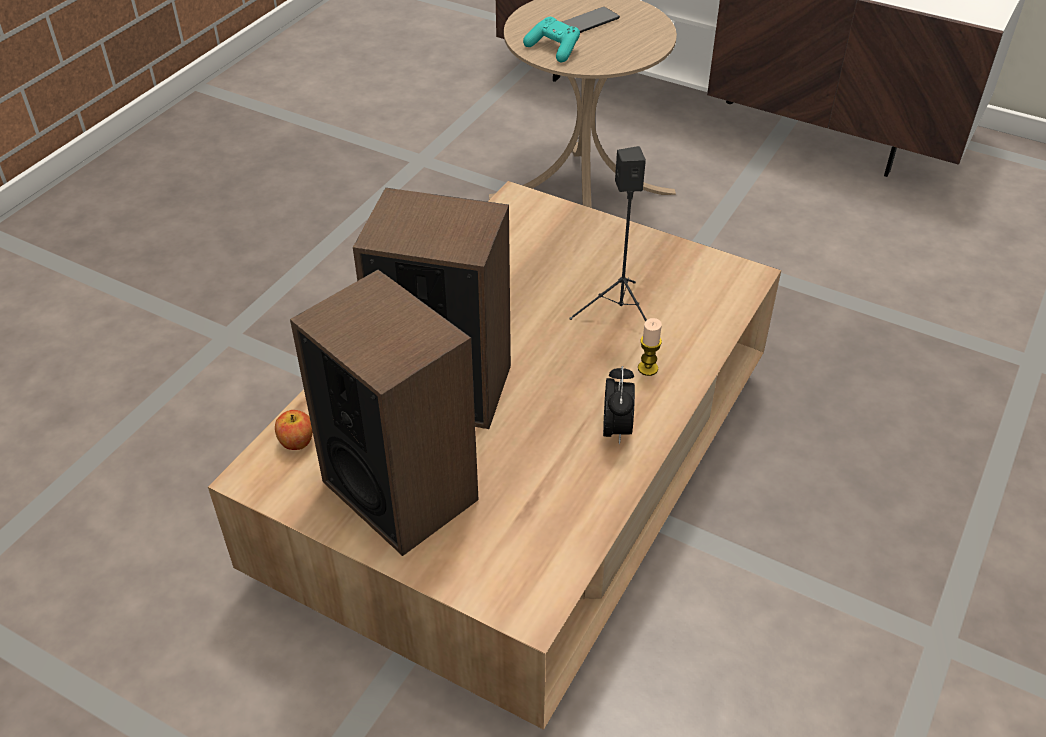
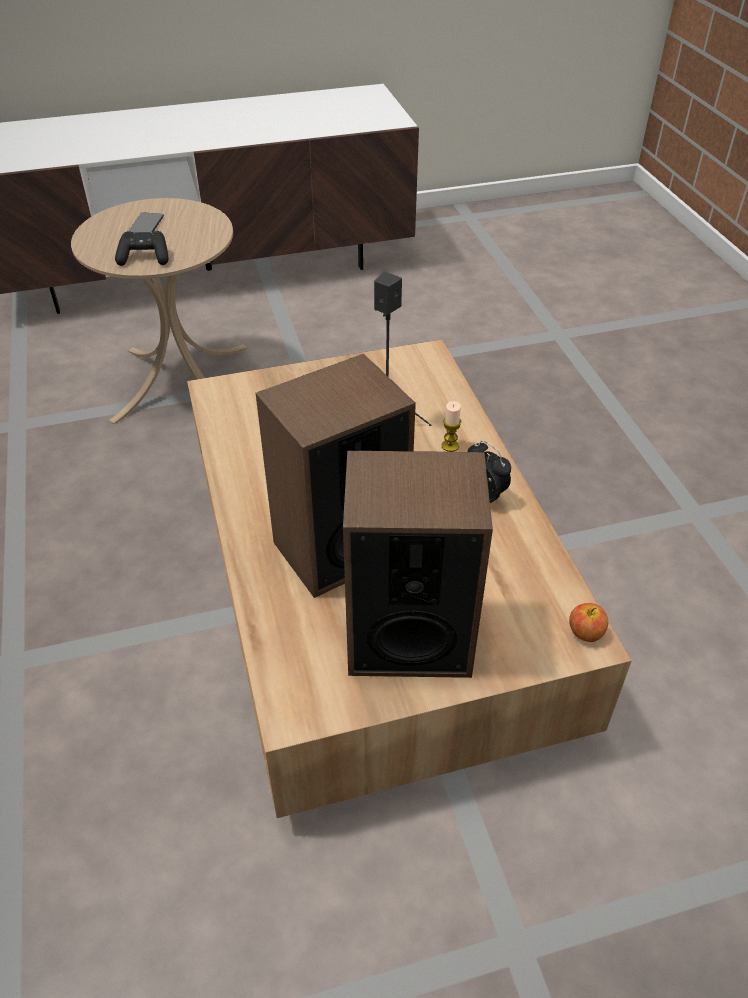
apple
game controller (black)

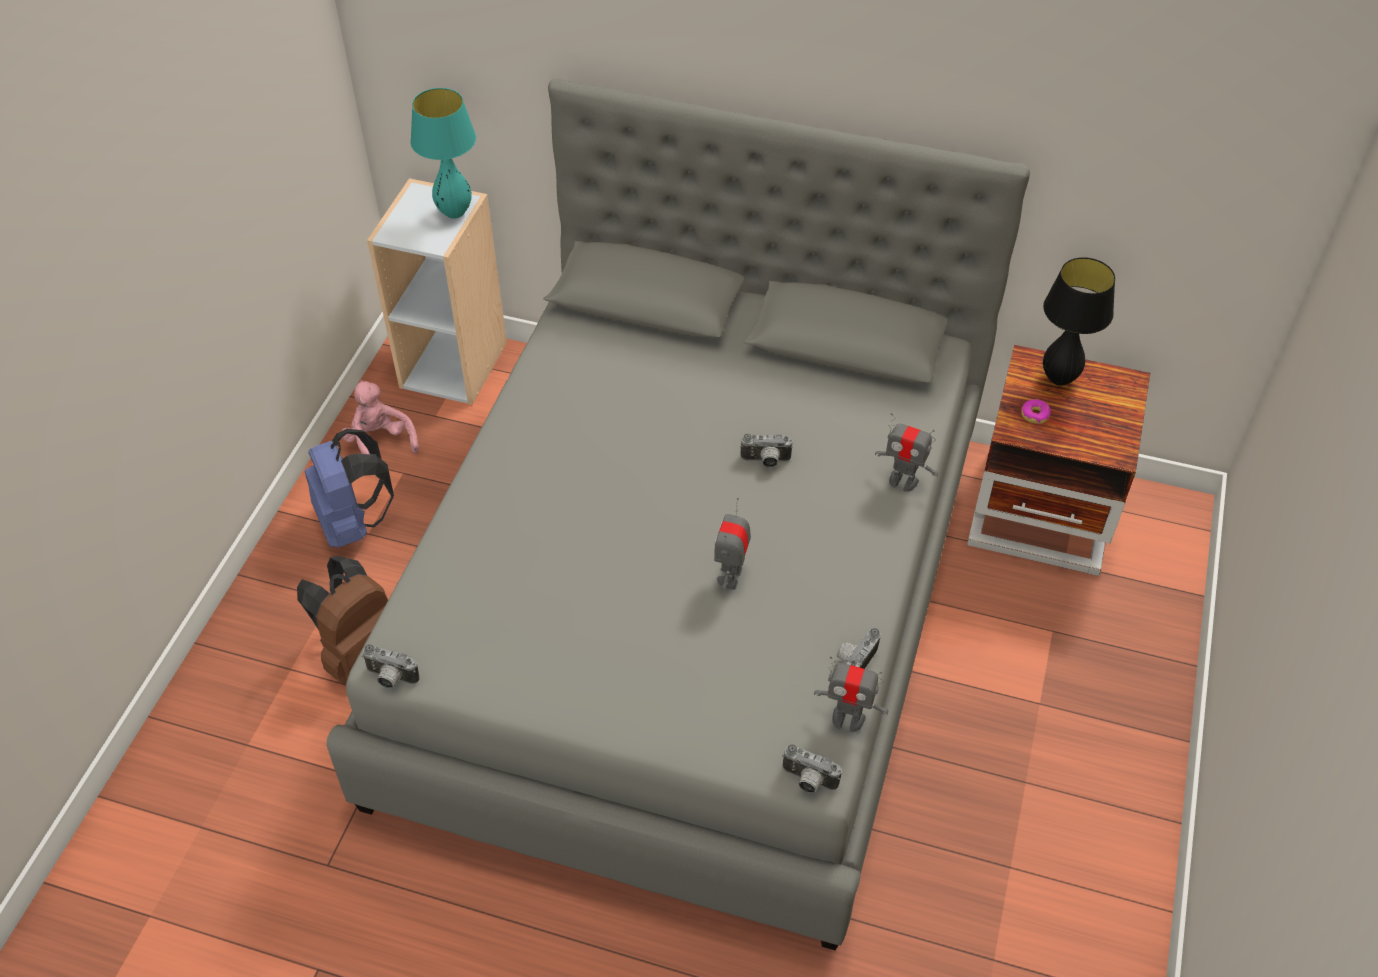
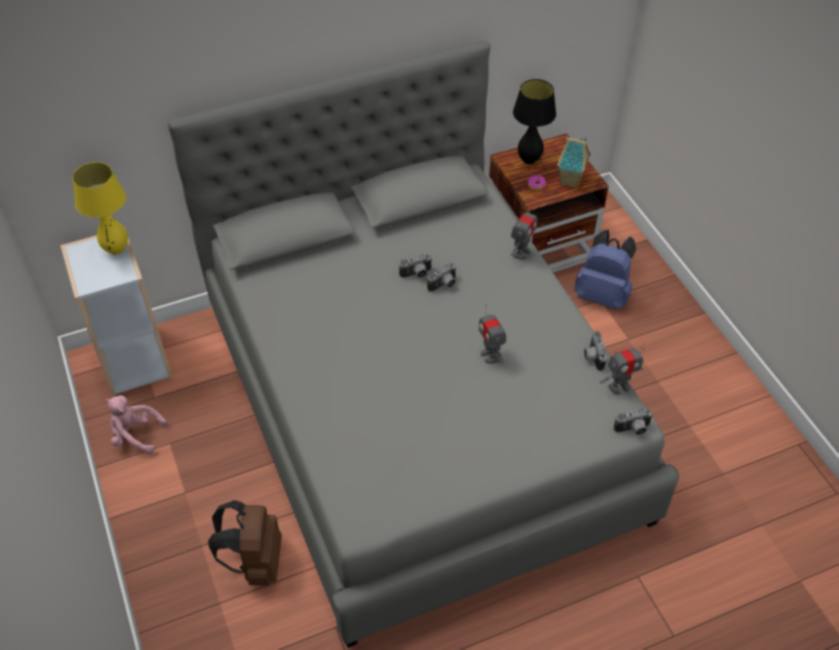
backpack (blue)
photo camera (no. 1 from left)
table lamp (yellow)
toy robot (no. 2 from left)
toy house

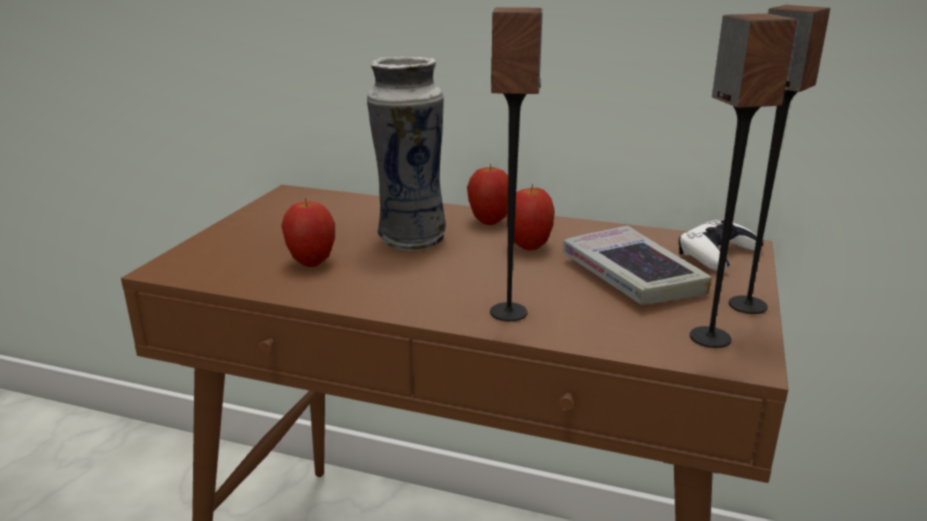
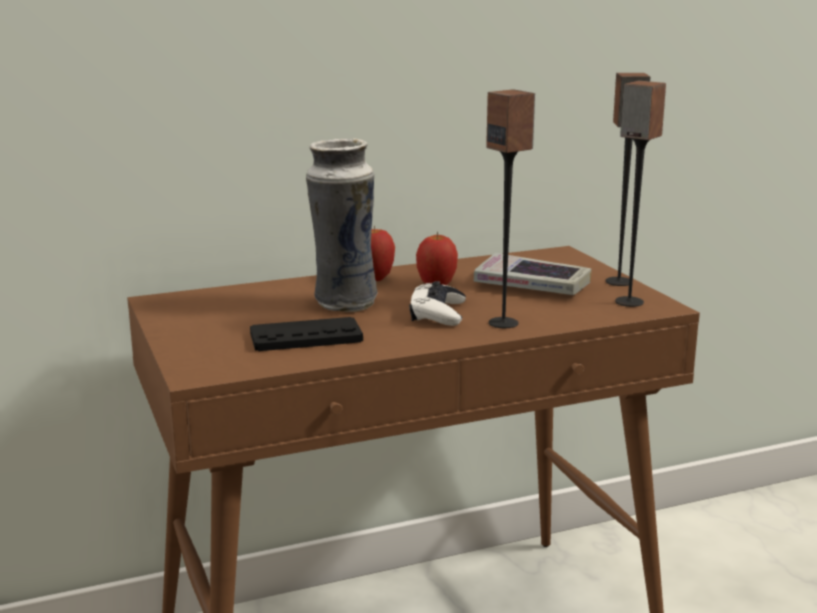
game controller (black)
game controller (white)

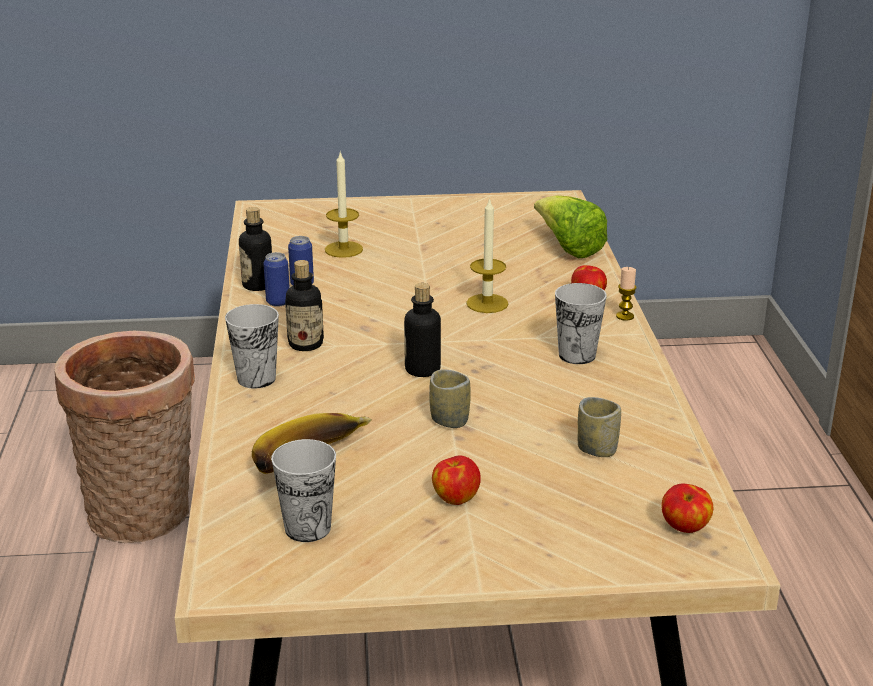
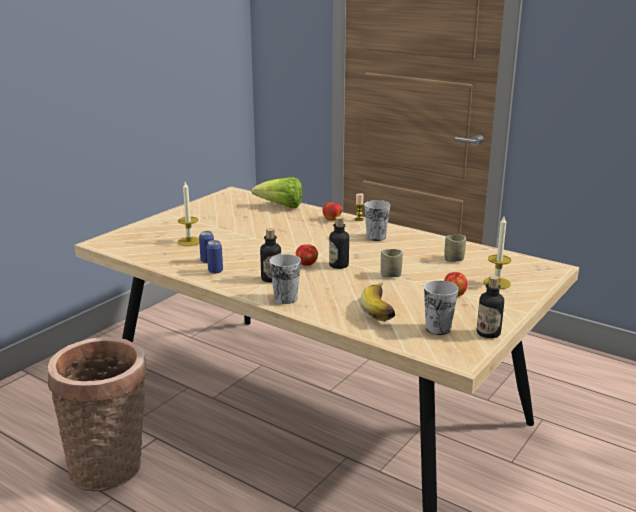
bottle (no. 3 from left)
candle (no. 3 from left)
apple (no. 1 from left)

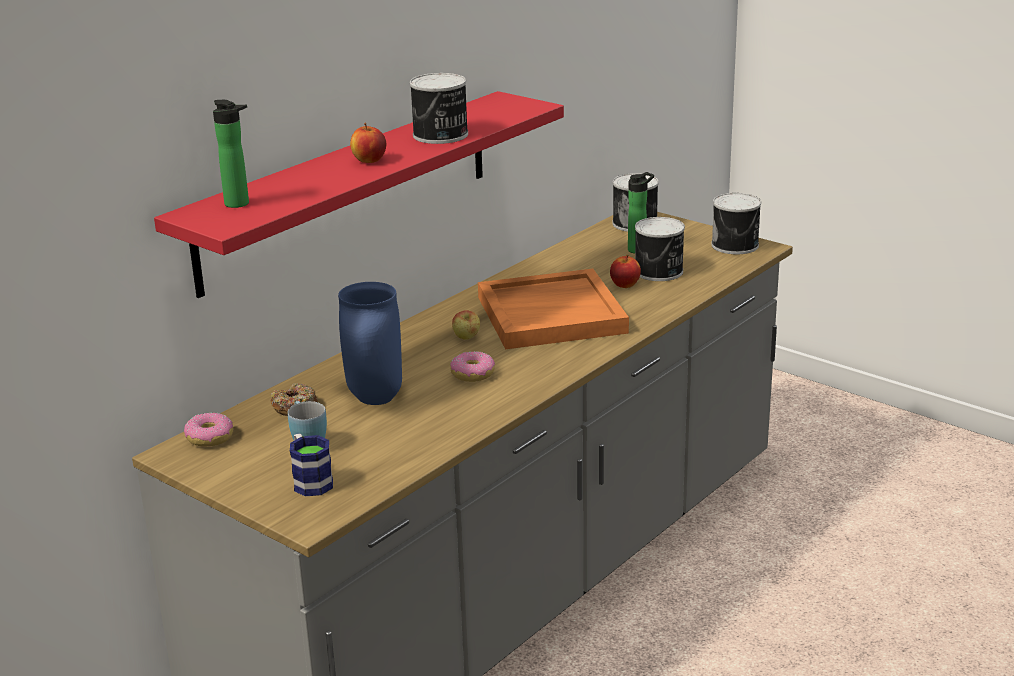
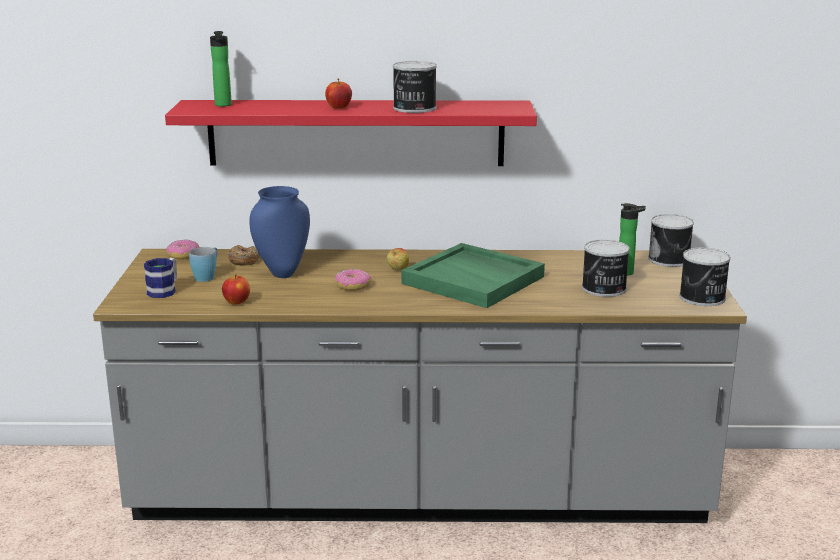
tray (green)
apple (no. 1 from left)

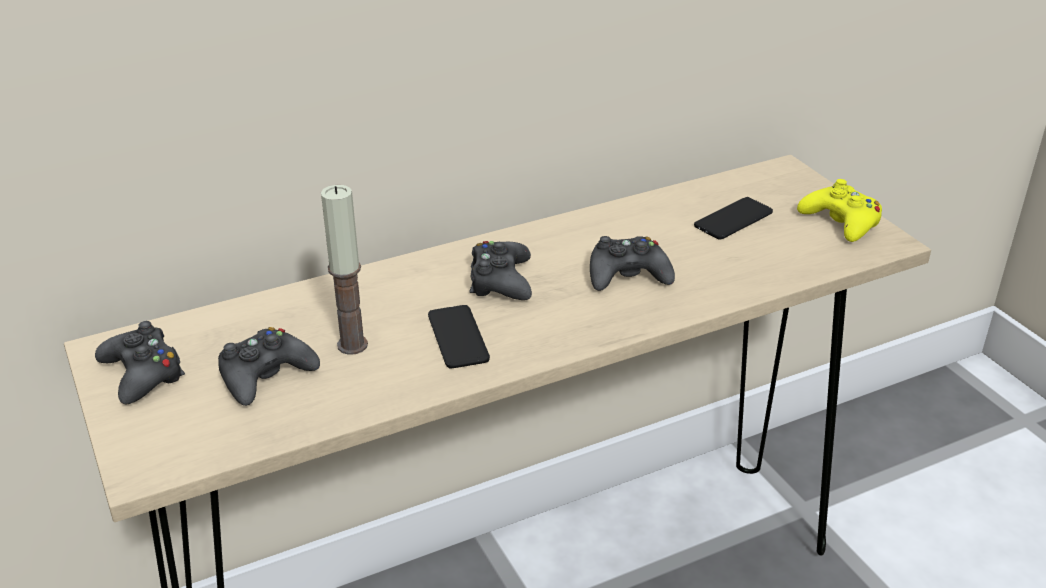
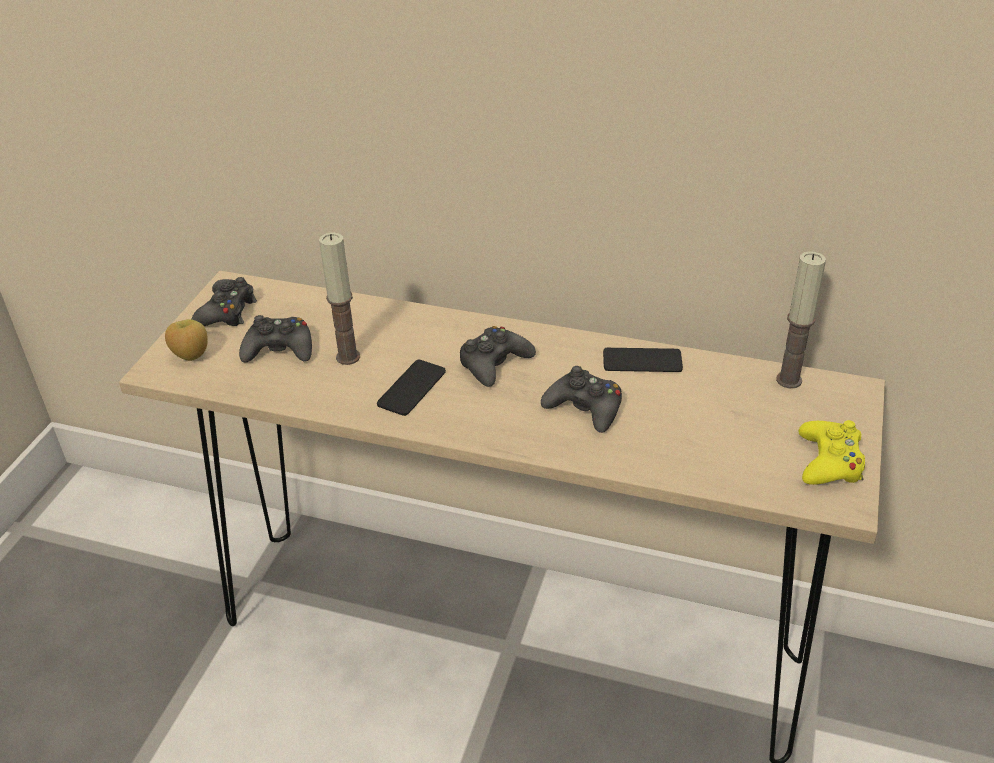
phone (no. 2 from left)
apple
candle (no. 2 from left)

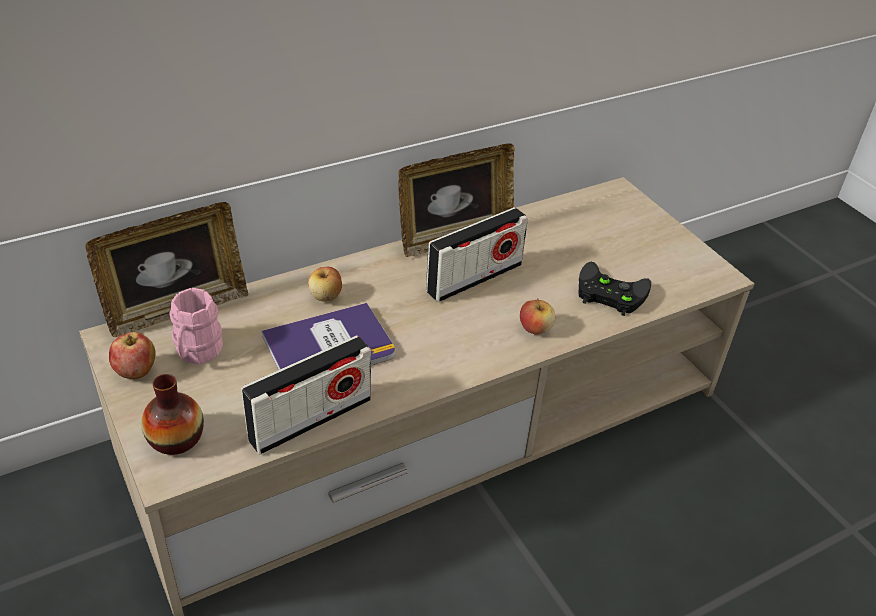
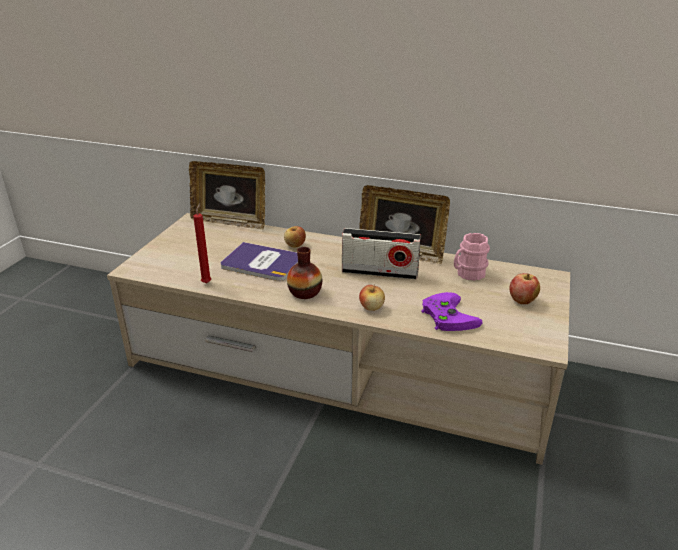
apple (no. 3 from left)
vase
mug (pink)
candle (red)
game controller (purple)

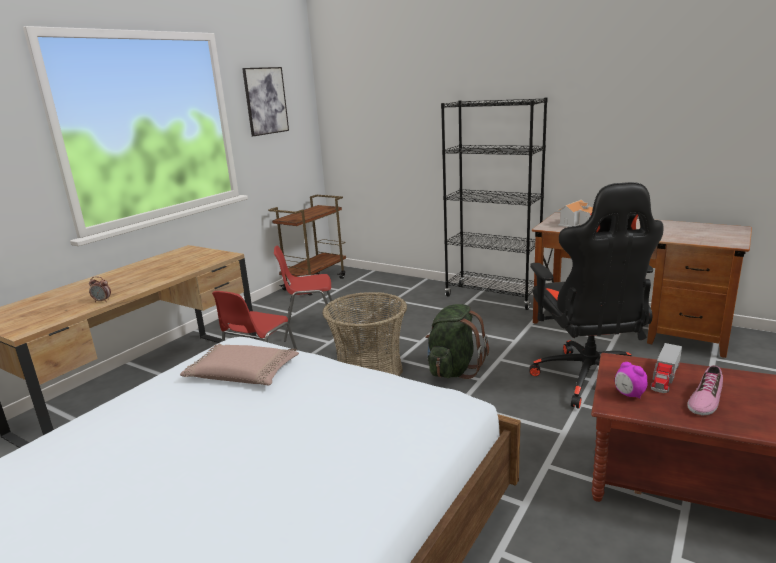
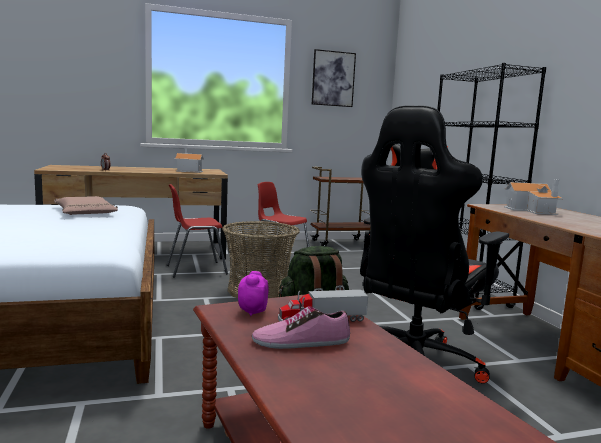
toy house (no. 1 from left)

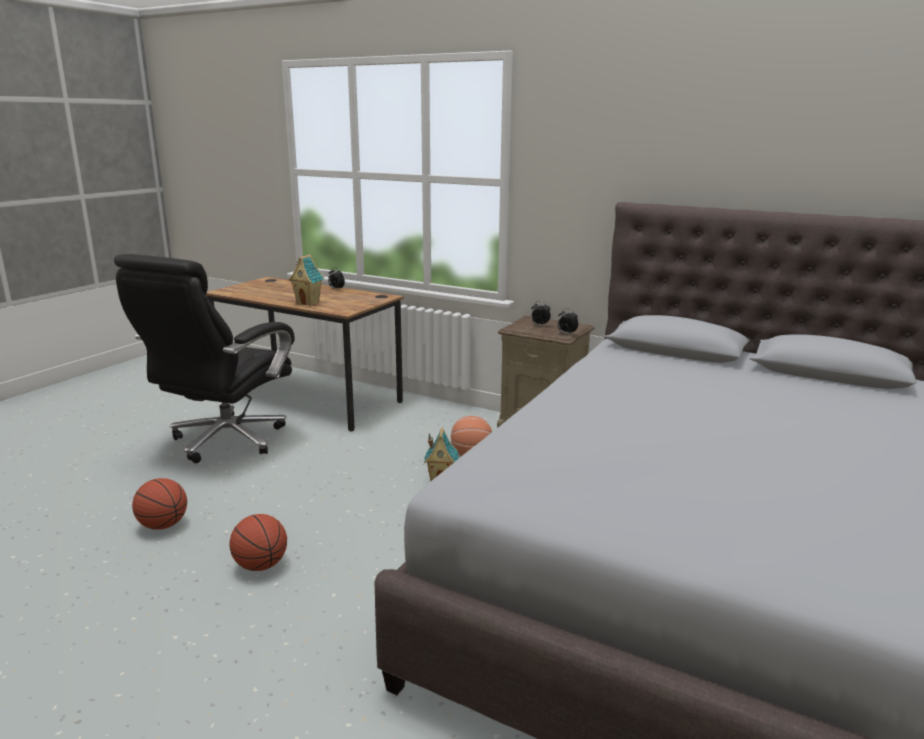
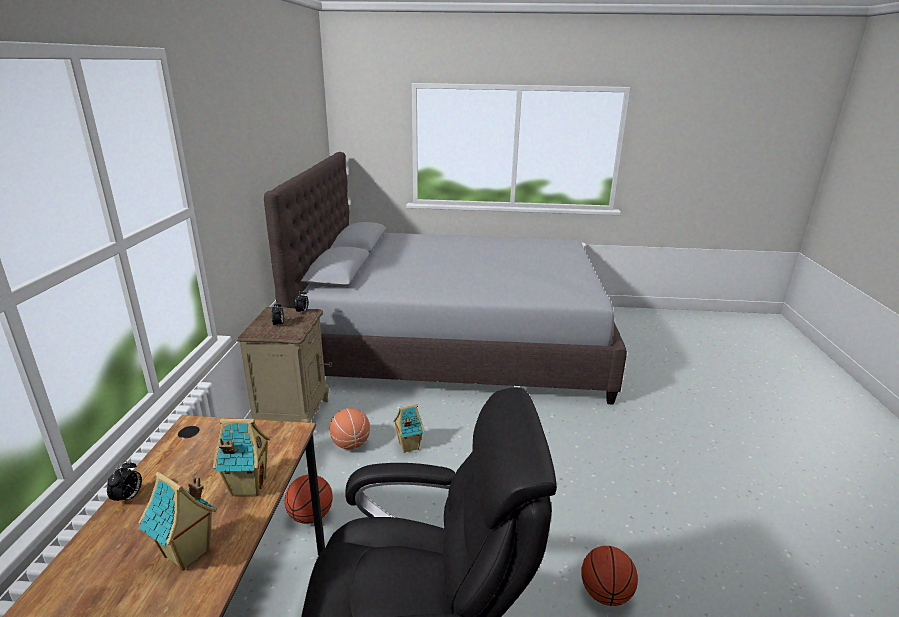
basketball (no. 1 from left)
toy house (no. 1 from left)

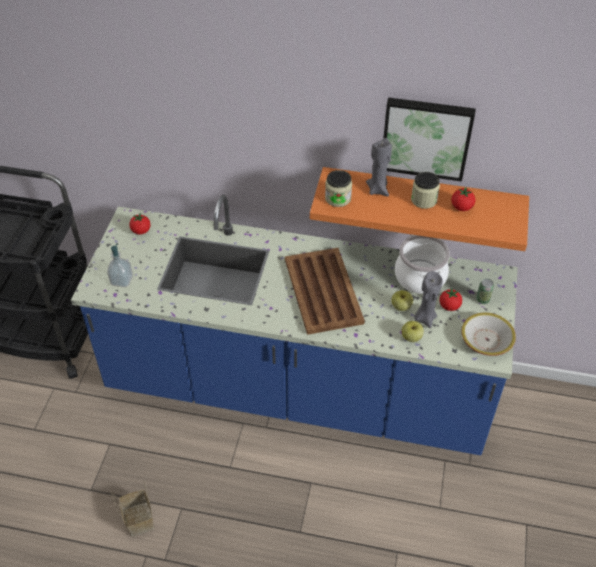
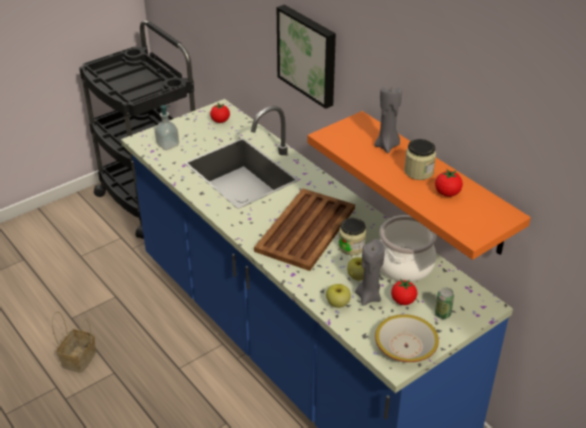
jar (no. 1 from left)
picture

